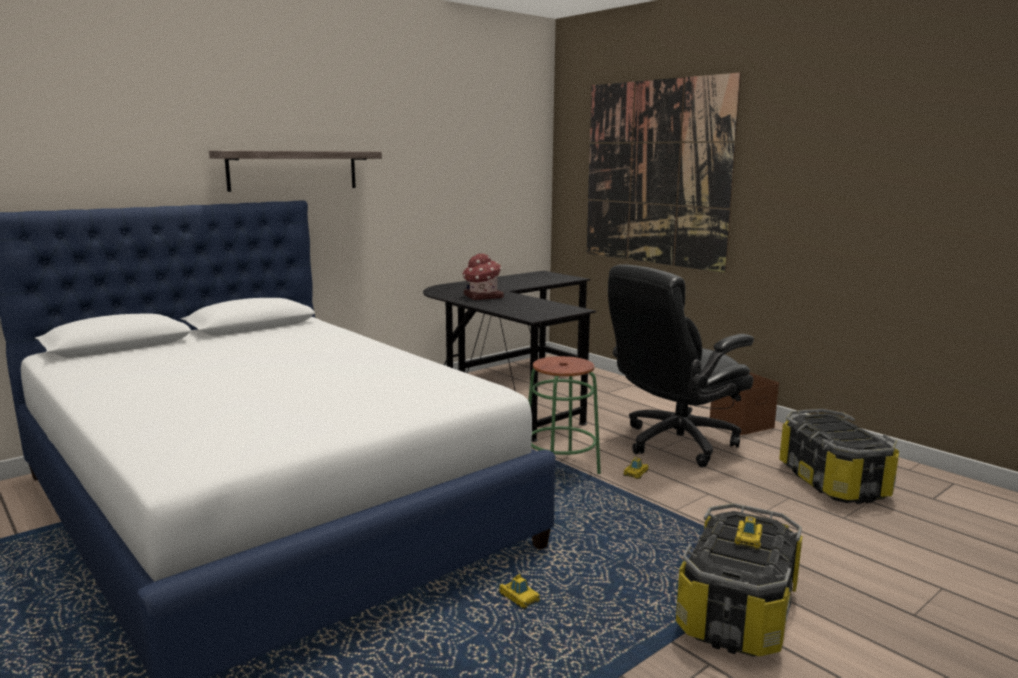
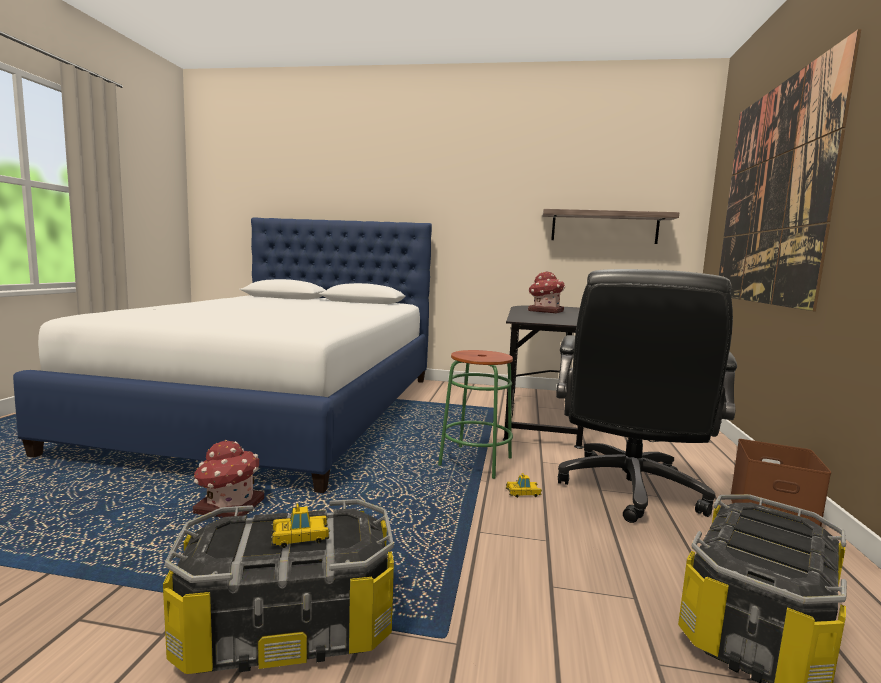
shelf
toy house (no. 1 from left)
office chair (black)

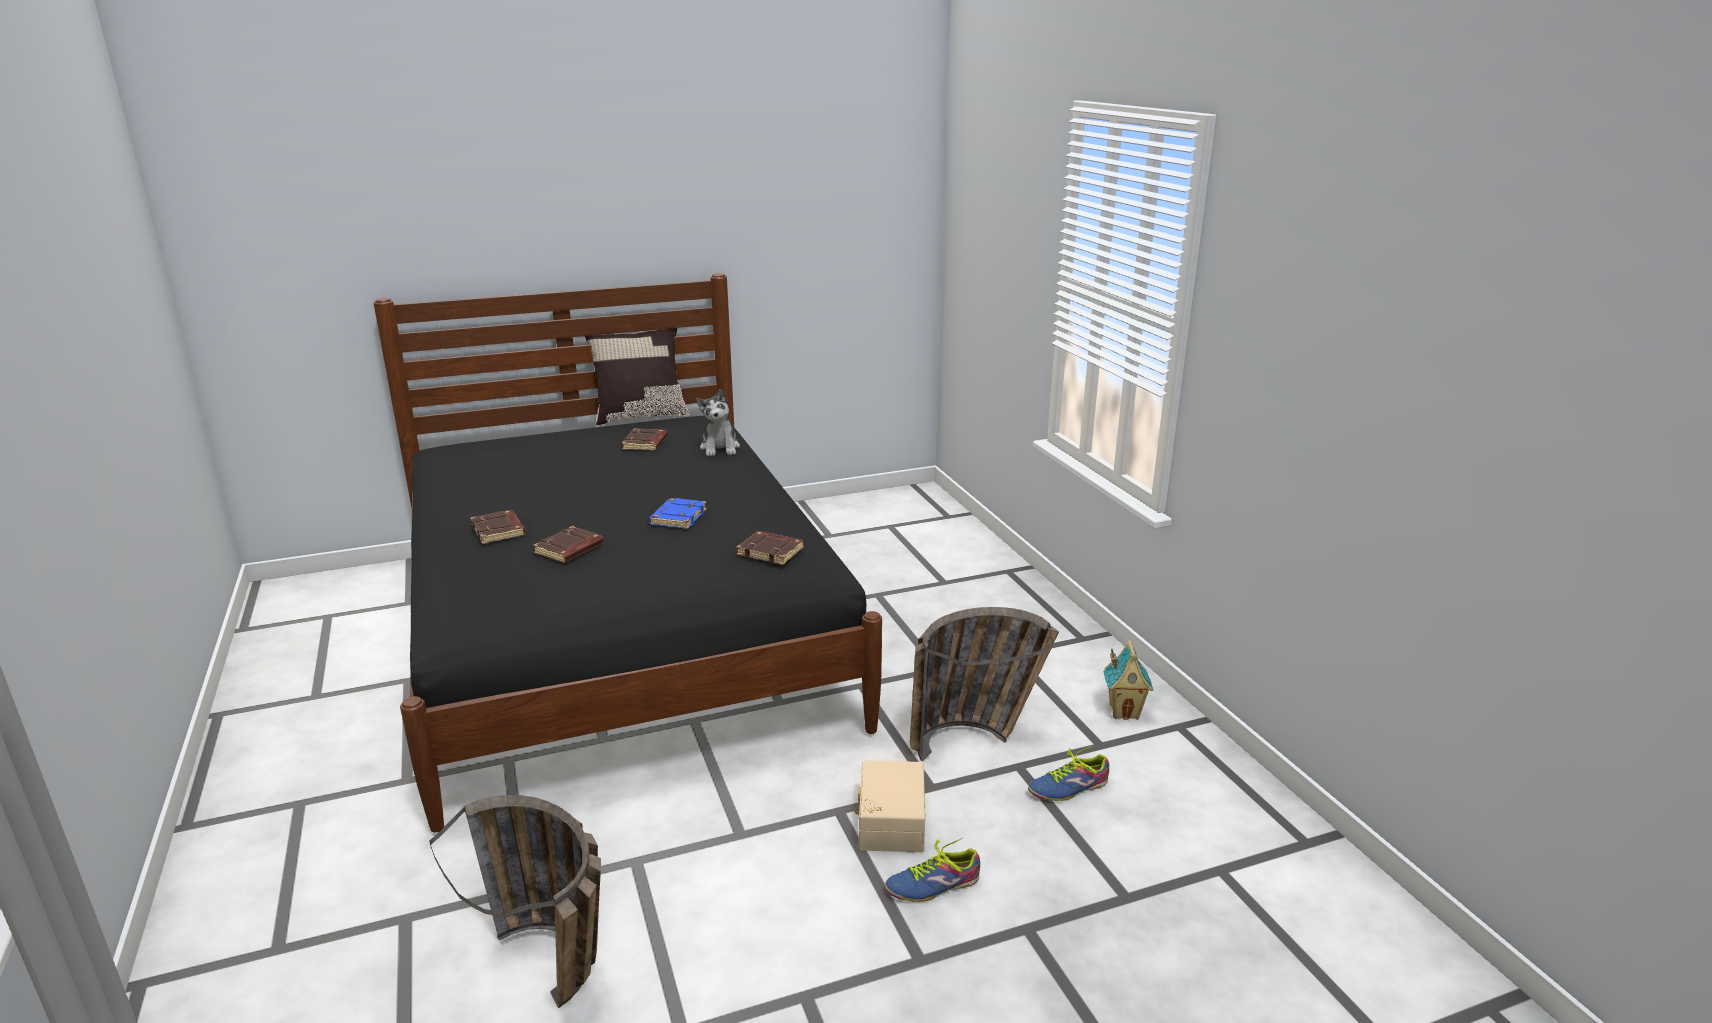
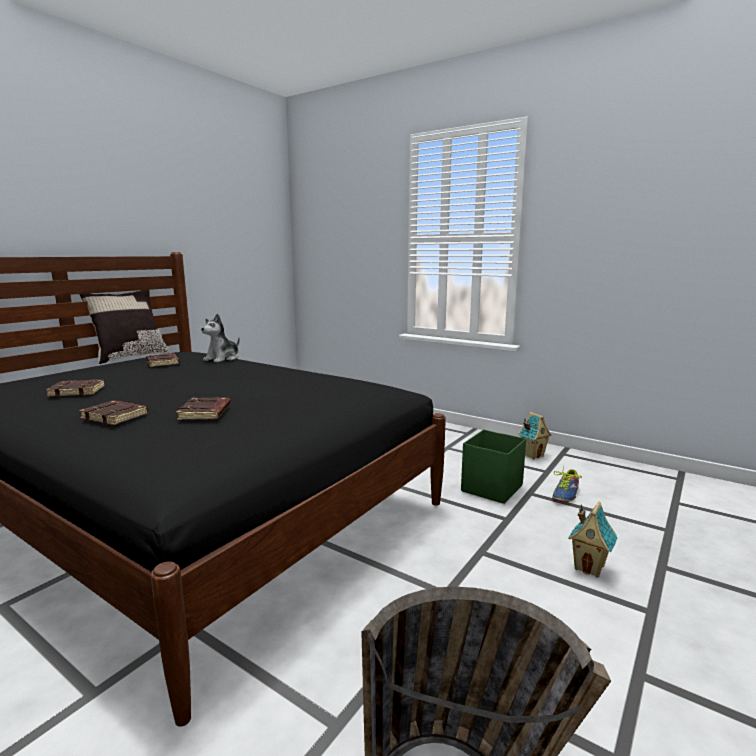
book (blue)
plush toy
book (brown) (no. 1 from left)
storage box (beige)
toy house (no. 2 from left)
storage box (green)

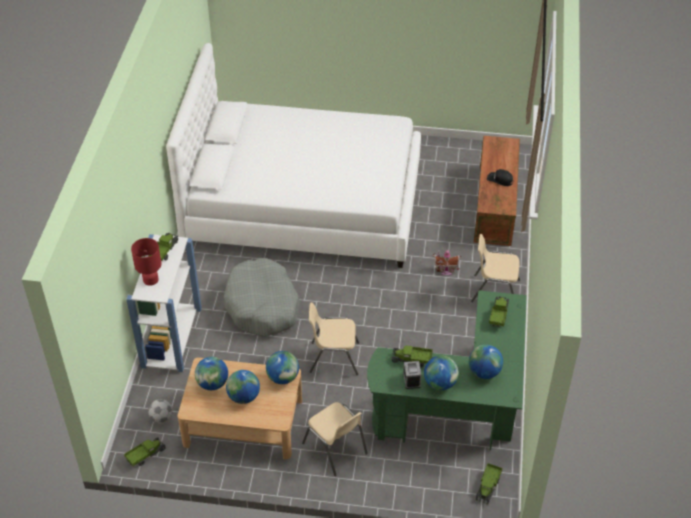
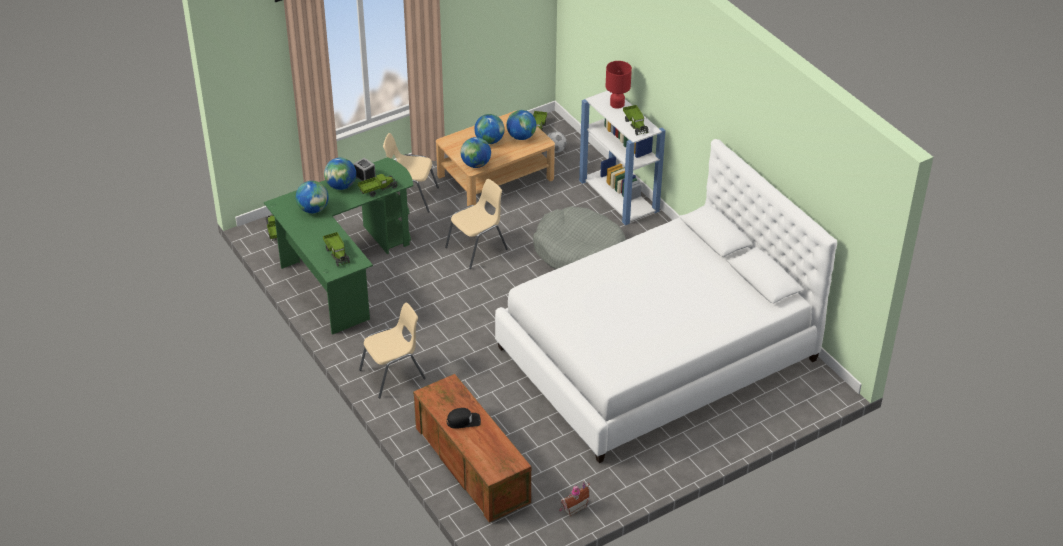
toy house

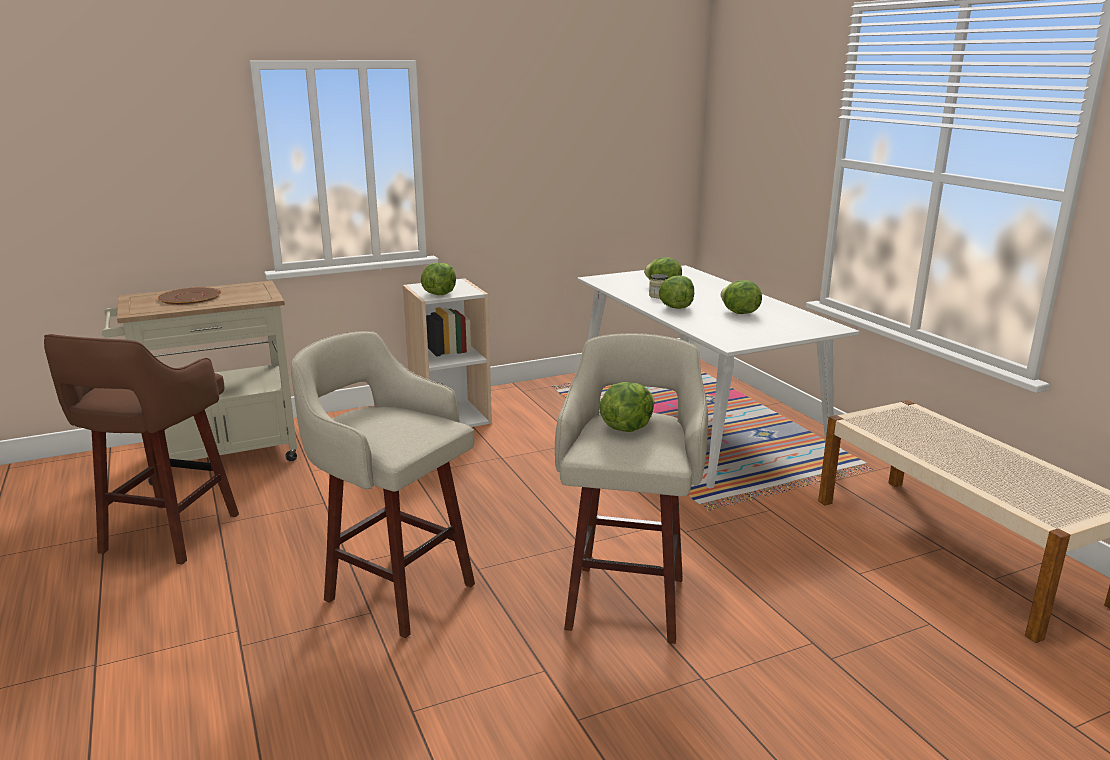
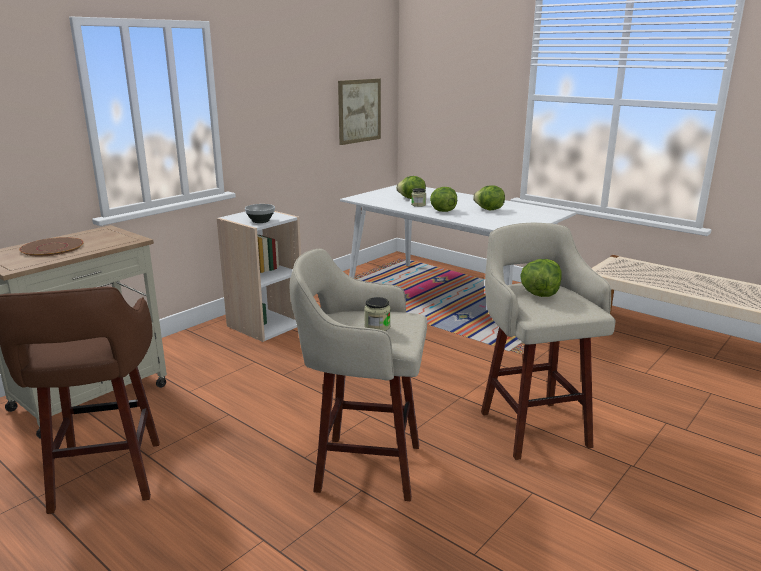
bowl
picture
jar (no. 1 from left)

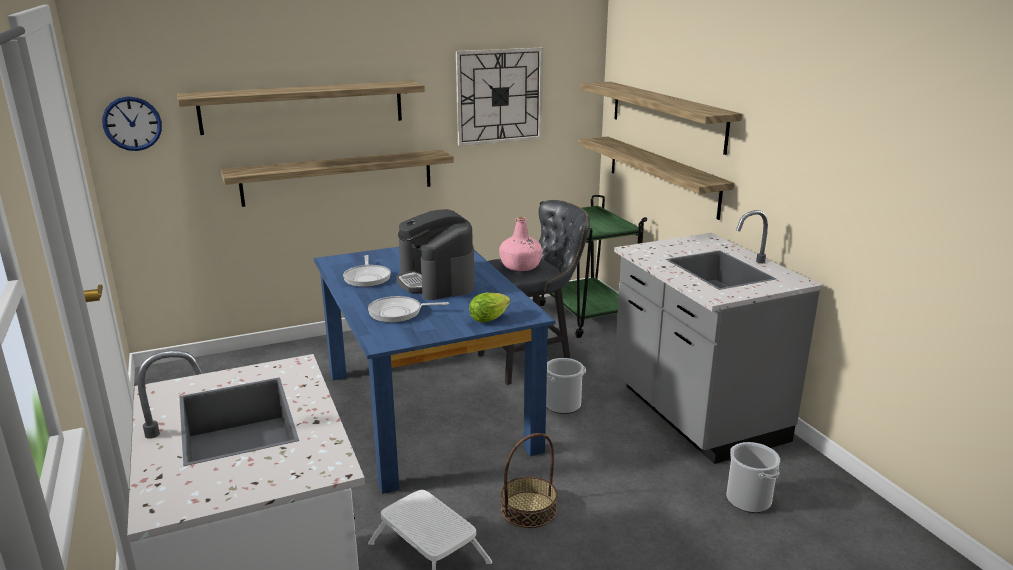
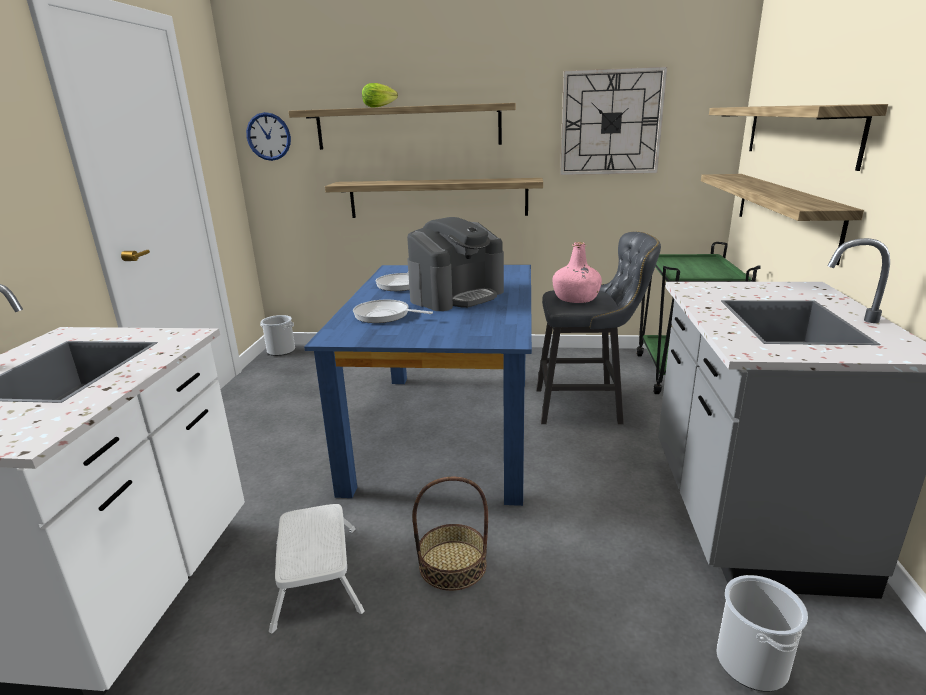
coffee machine
lettuce
bucket (no. 1 from left)

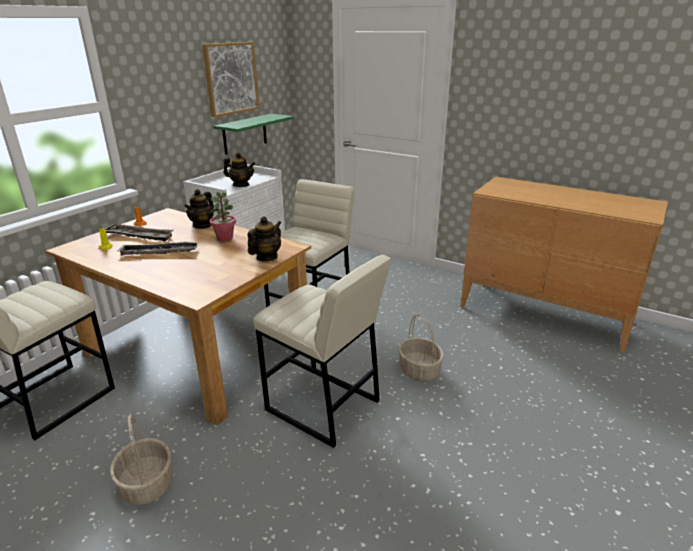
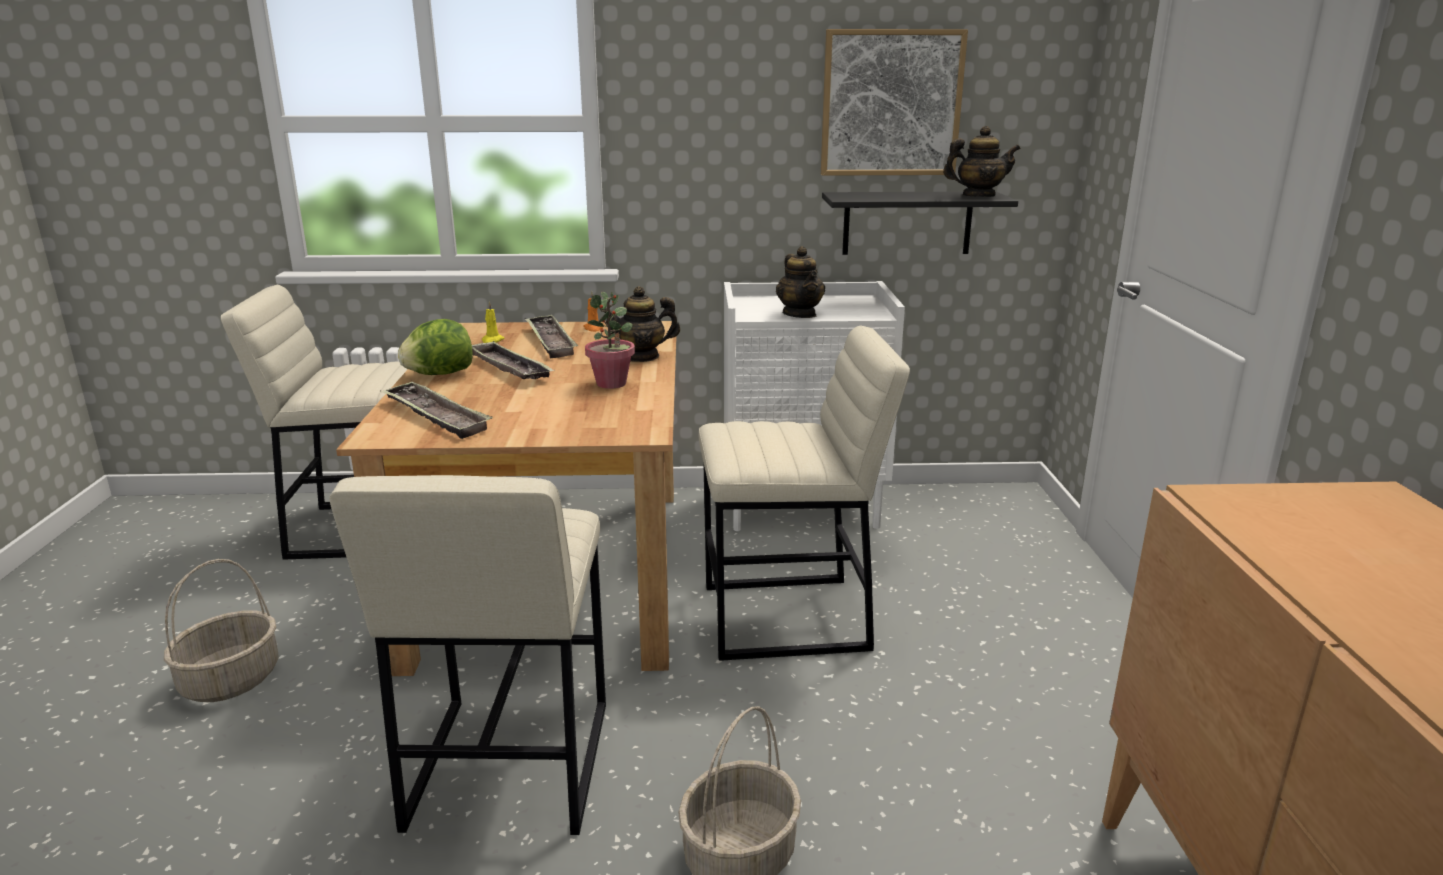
shelf (black)
teapot (no. 3 from left)
tray (no. 1 from left)
lettuce

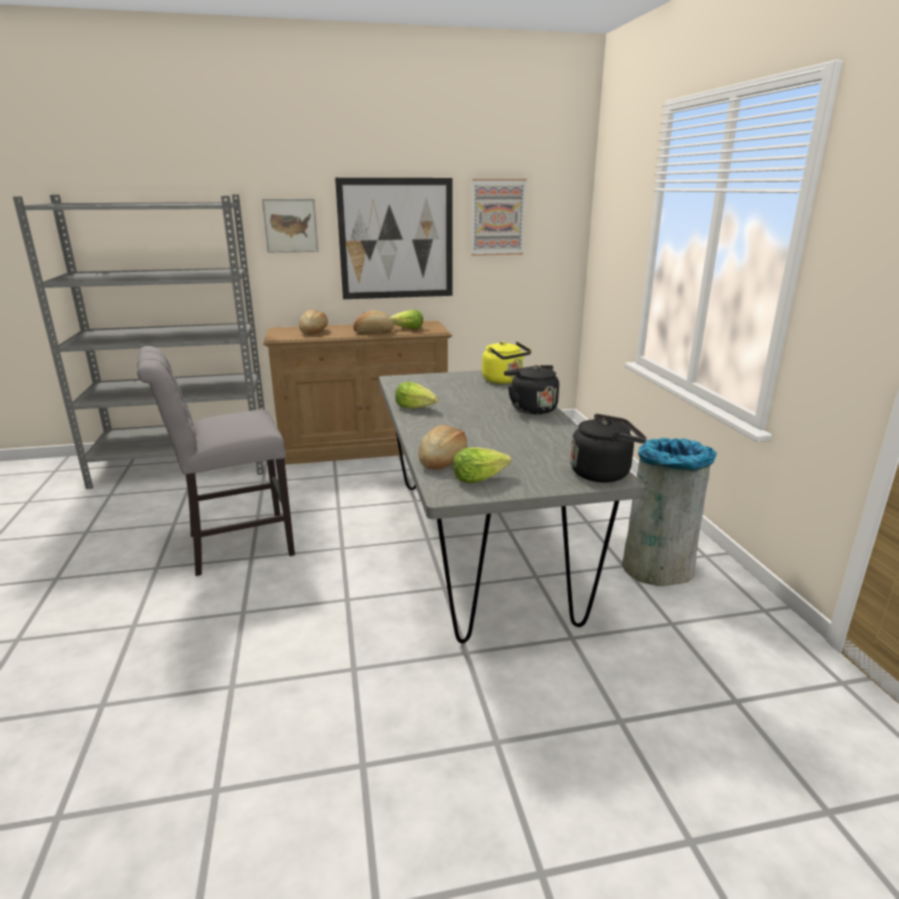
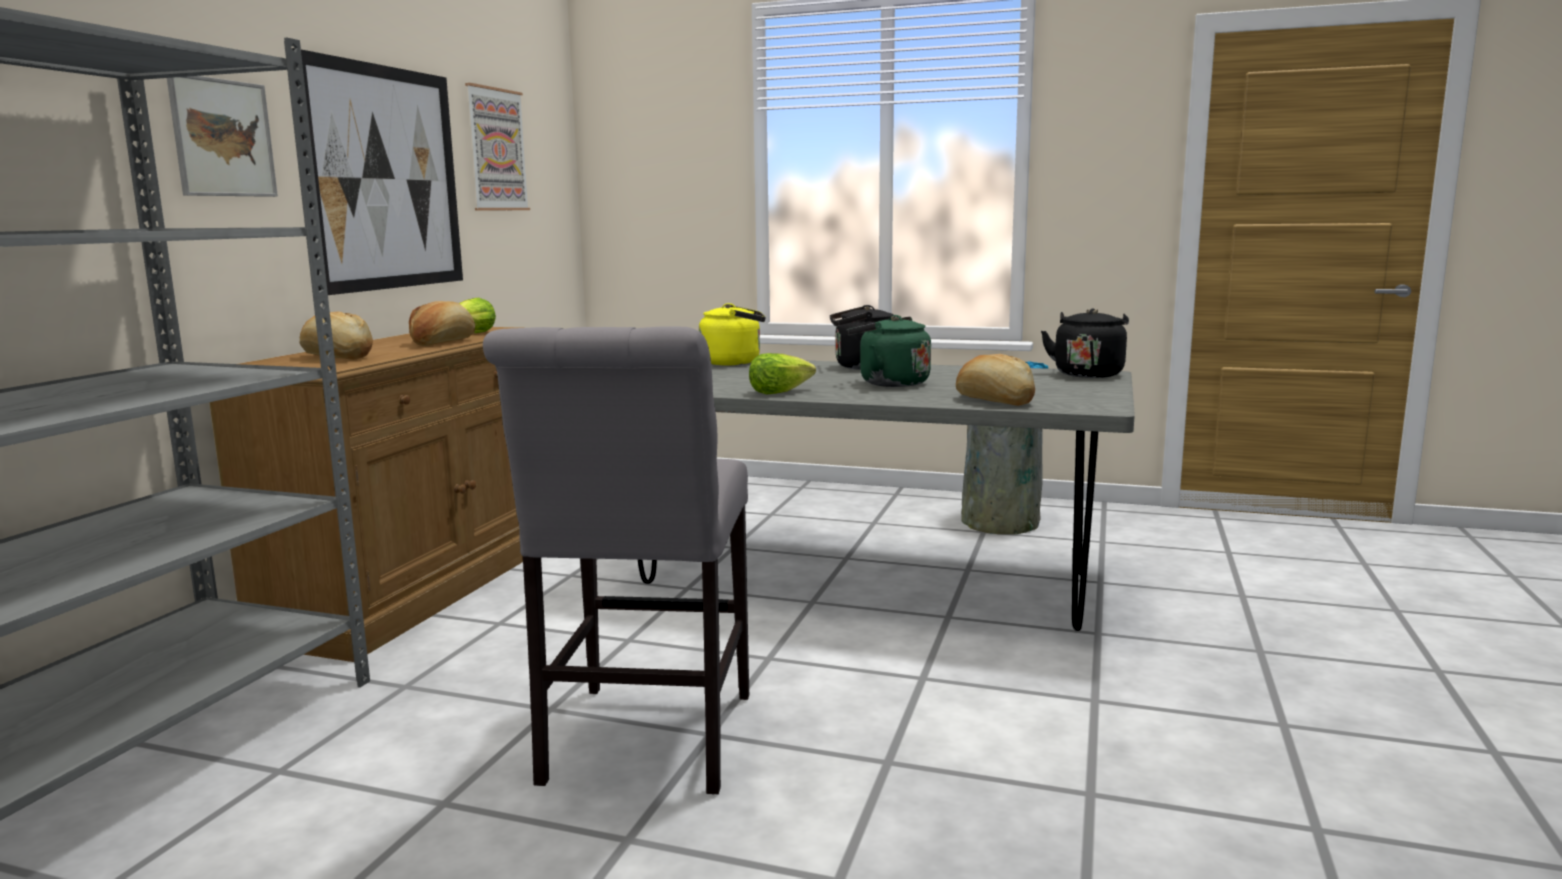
lettuce (no. 3 from left in the first image)
kettle (green)

